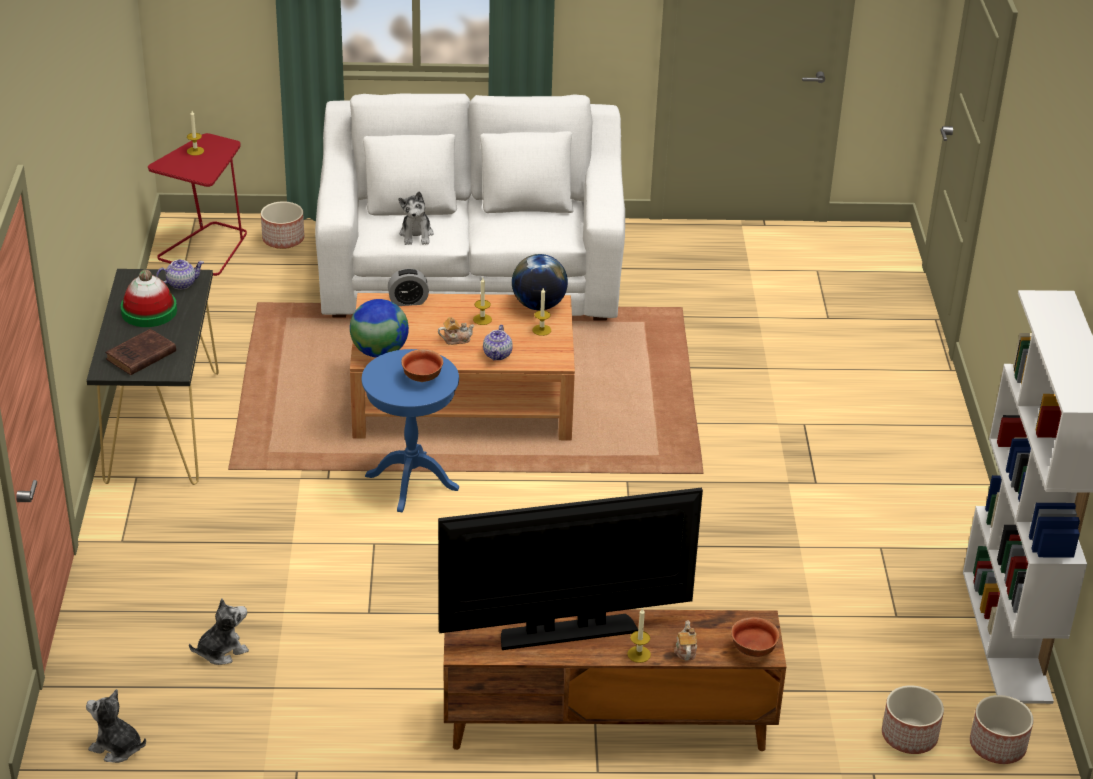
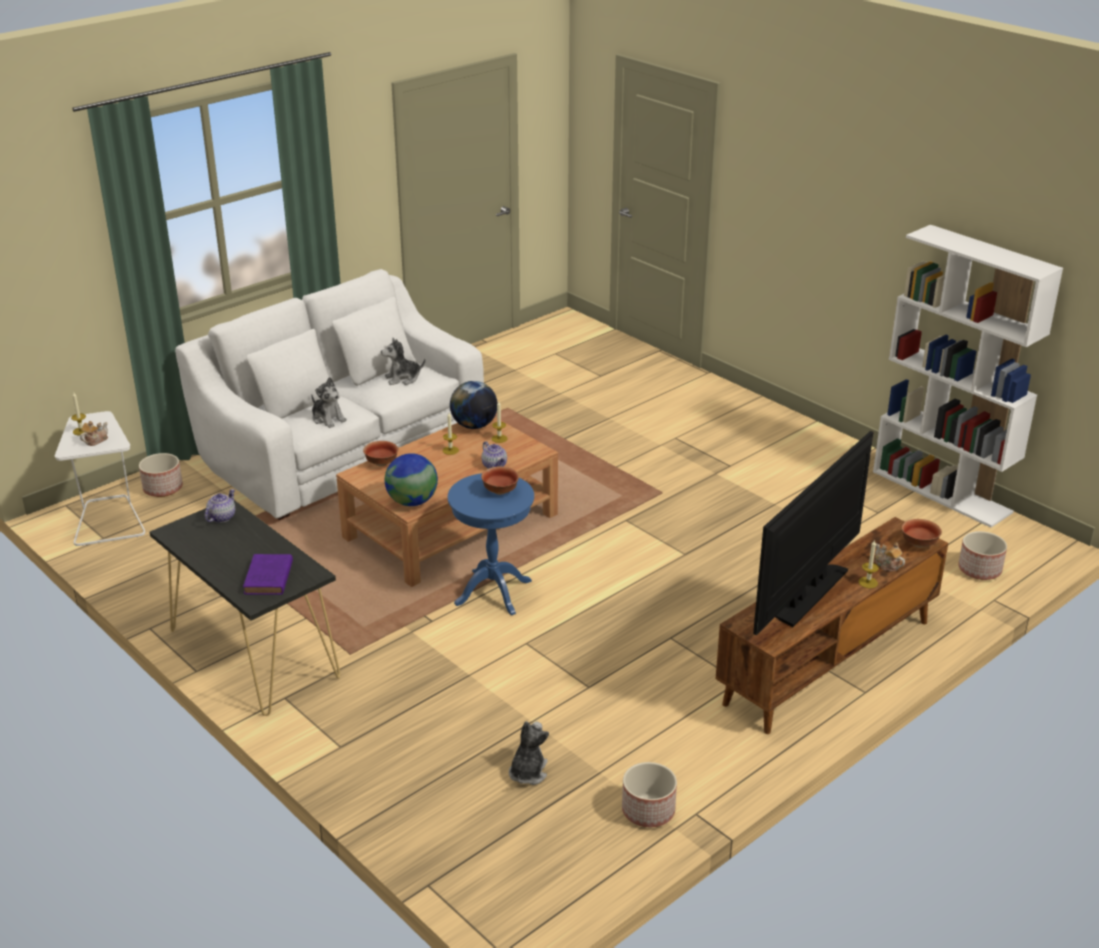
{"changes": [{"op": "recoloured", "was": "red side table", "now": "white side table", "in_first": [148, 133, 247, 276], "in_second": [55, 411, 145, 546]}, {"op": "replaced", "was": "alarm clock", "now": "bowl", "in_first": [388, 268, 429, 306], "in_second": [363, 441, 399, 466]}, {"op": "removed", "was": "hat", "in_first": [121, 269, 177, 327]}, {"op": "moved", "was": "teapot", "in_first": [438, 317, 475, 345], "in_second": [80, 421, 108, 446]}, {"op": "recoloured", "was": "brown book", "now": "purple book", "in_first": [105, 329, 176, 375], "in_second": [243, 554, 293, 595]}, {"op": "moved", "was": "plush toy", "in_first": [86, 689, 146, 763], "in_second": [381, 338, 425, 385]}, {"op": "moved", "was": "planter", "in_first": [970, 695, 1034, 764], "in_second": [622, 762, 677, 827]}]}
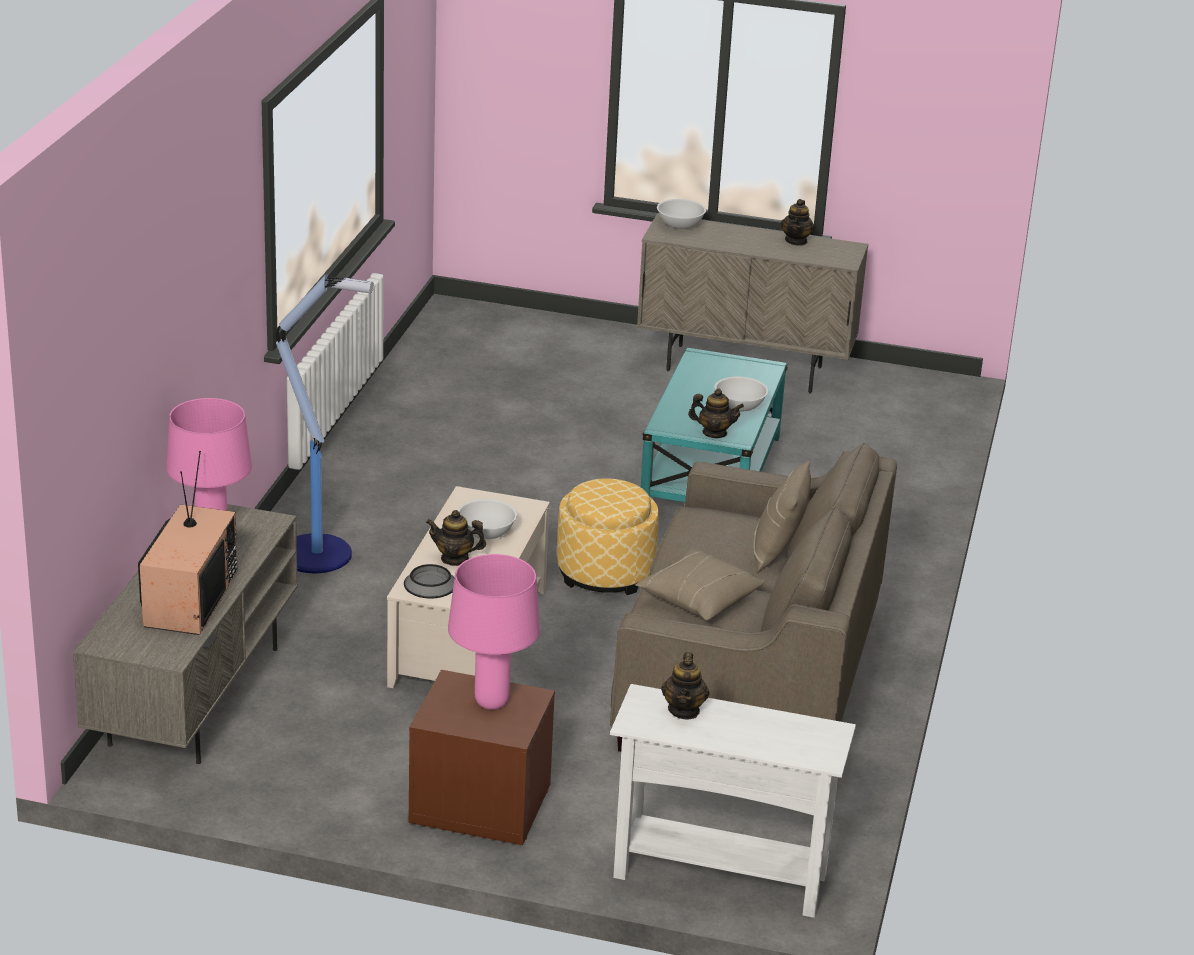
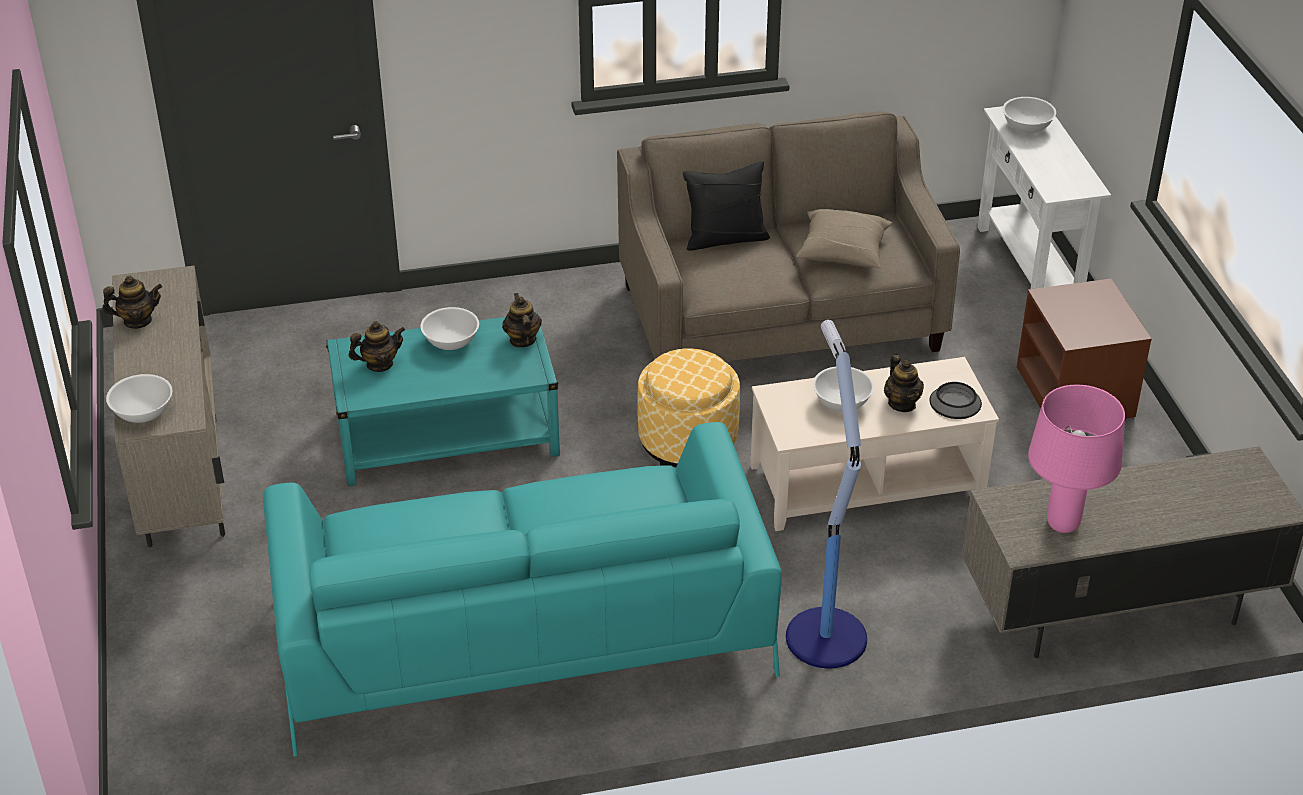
{"changes": [{"op": "removed", "was": "television", "in_first": [138, 451, 237, 635]}, {"op": "recoloured", "was": "beige pillow", "now": "black pillow", "in_first": [753, 461, 811, 572], "in_second": [683, 161, 770, 250]}, {"op": "removed", "was": "pink table lamp", "in_first": [448, 554, 540, 710]}, {"op": "moved", "was": "teapot", "in_first": [661, 652, 710, 719], "in_second": [349, 321, 405, 372]}, {"op": "added", "now": "white bowl", "in_second": [1003, 97, 1056, 133]}, {"op": "added", "now": "turquoise sofa", "in_second": [263, 422, 782, 757]}]}
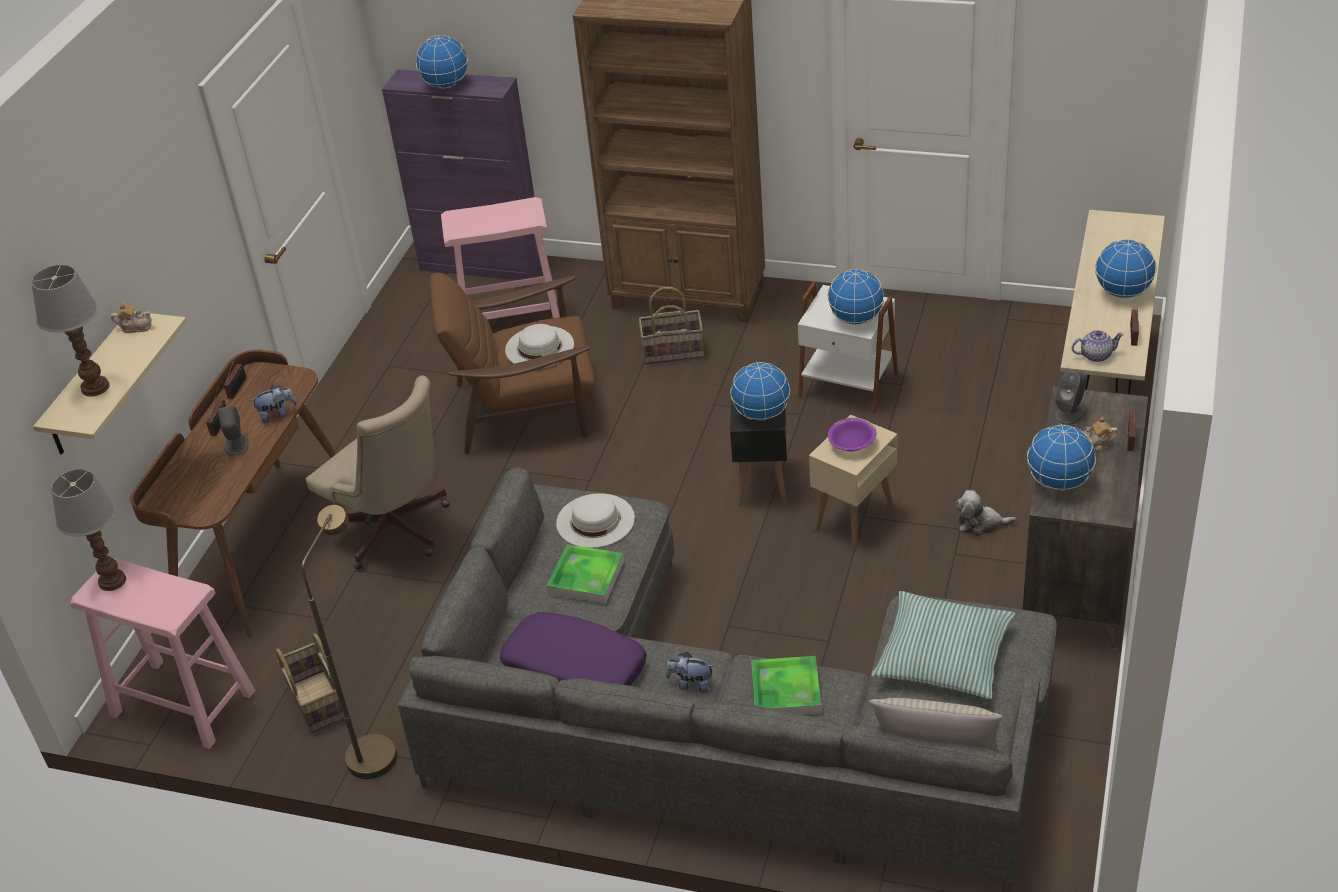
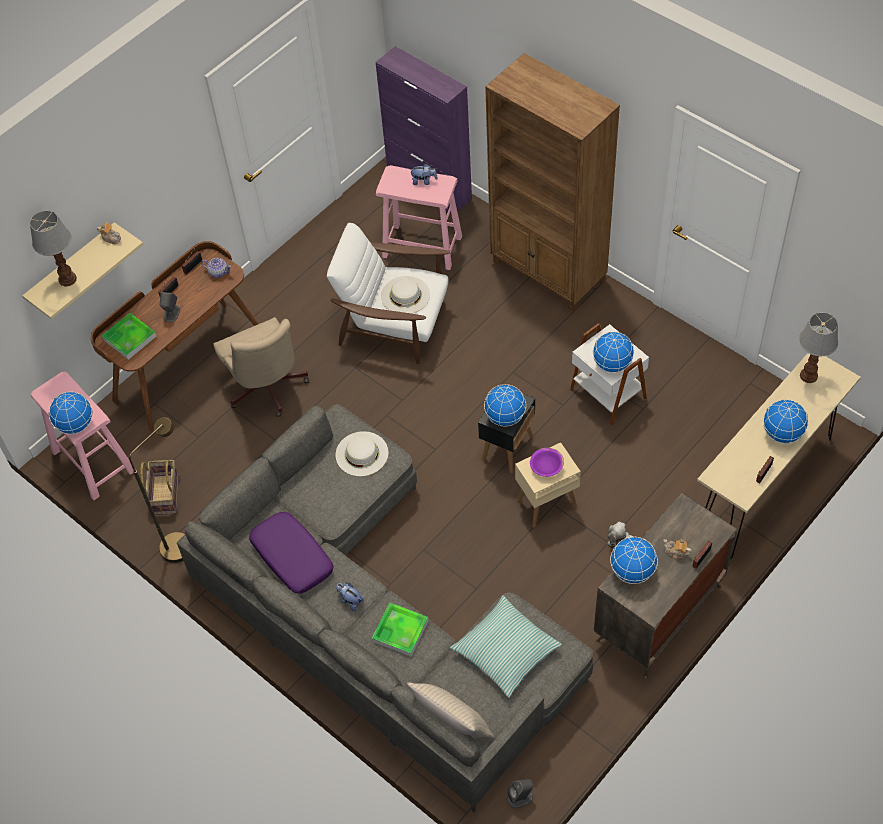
{"changes": [{"op": "moved", "was": "globe", "in_first": [416, 35, 468, 89], "in_second": [49, 392, 93, 434]}, {"op": "recoloured", "was": "brown armchair", "now": "white armchair", "in_first": [429, 273, 595, 454], "in_second": [327, 223, 450, 364]}, {"op": "removed", "was": "basket", "in_first": [639, 287, 704, 364]}, {"op": "moved", "was": "teapot", "in_first": [1072, 330, 1124, 362], "in_second": [201, 258, 232, 278]}, {"op": "moved", "was": "grey speaker", "in_first": [1055, 371, 1087, 425], "in_second": [507, 779, 533, 808]}, {"op": "moved", "was": "plush toy", "in_first": [250, 385, 297, 423], "in_second": [409, 164, 438, 185]}, {"op": "moved", "was": "table lamp", "in_first": [51, 469, 126, 591], "in_second": [799, 312, 838, 383]}, {"op": "moved", "was": "tray", "in_first": [547, 544, 624, 604], "in_second": [102, 313, 157, 360]}]}
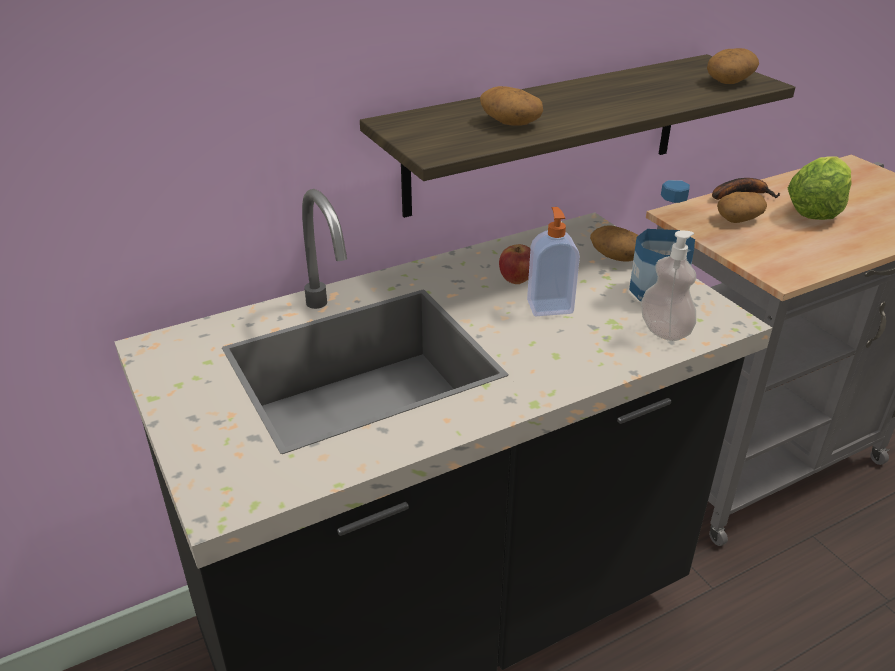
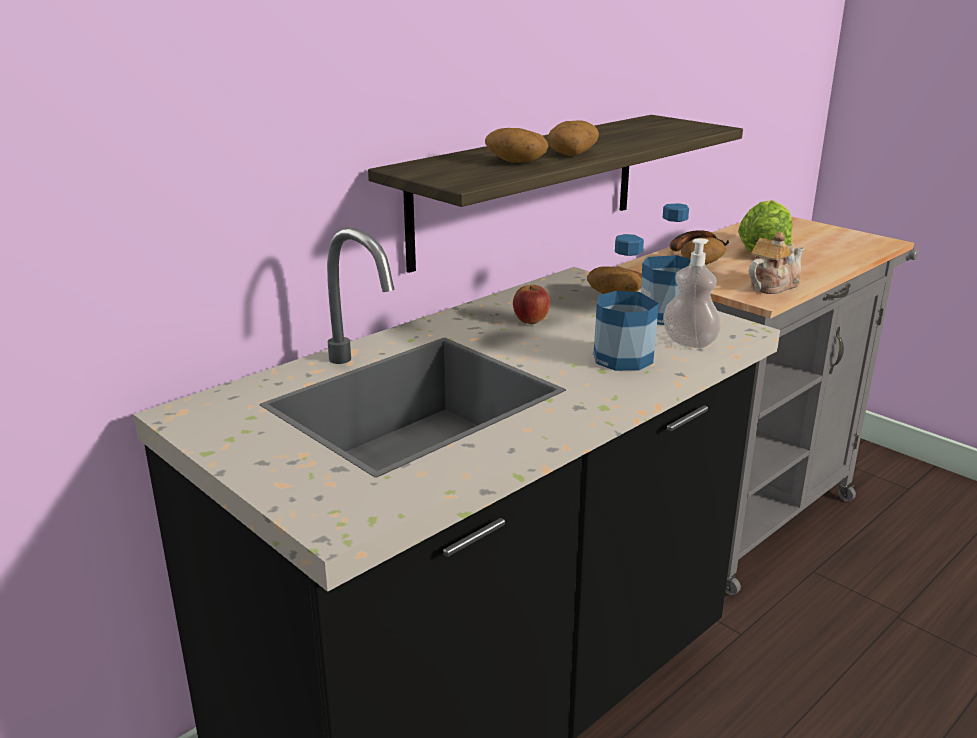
{"changes": [{"op": "moved", "was": "potato", "in_first": [707, 48, 759, 84], "in_second": [548, 120, 599, 156]}, {"op": "removed", "was": "soap dispenser", "in_first": [527, 207, 580, 316]}, {"op": "added", "now": "teapot", "in_second": [749, 232, 805, 294]}, {"op": "added", "now": "bottle", "in_second": [594, 234, 659, 371]}]}
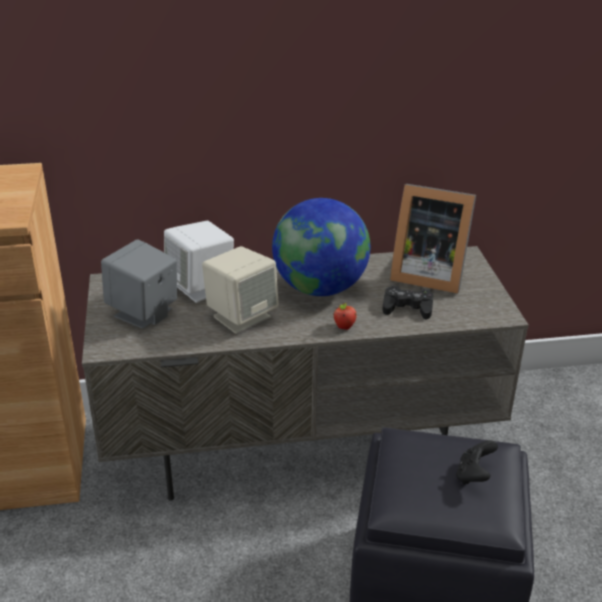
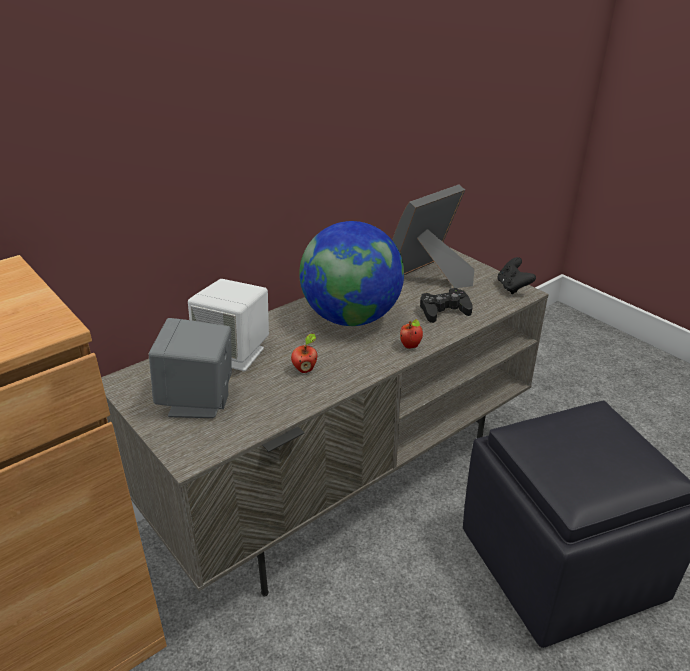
{"changes": [{"op": "turned", "was": "picture frame", "in_first": [390, 184, 476, 294], "in_second": [392, 185, 475, 288], "clockwise": 150}, {"op": "replaced", "was": "beige speaker", "now": "apple", "in_first": [202, 246, 279, 334], "in_second": [291, 334, 317, 373]}, {"op": "moved", "was": "black game controller", "in_first": [456, 440, 498, 484], "in_second": [497, 257, 536, 294]}]}
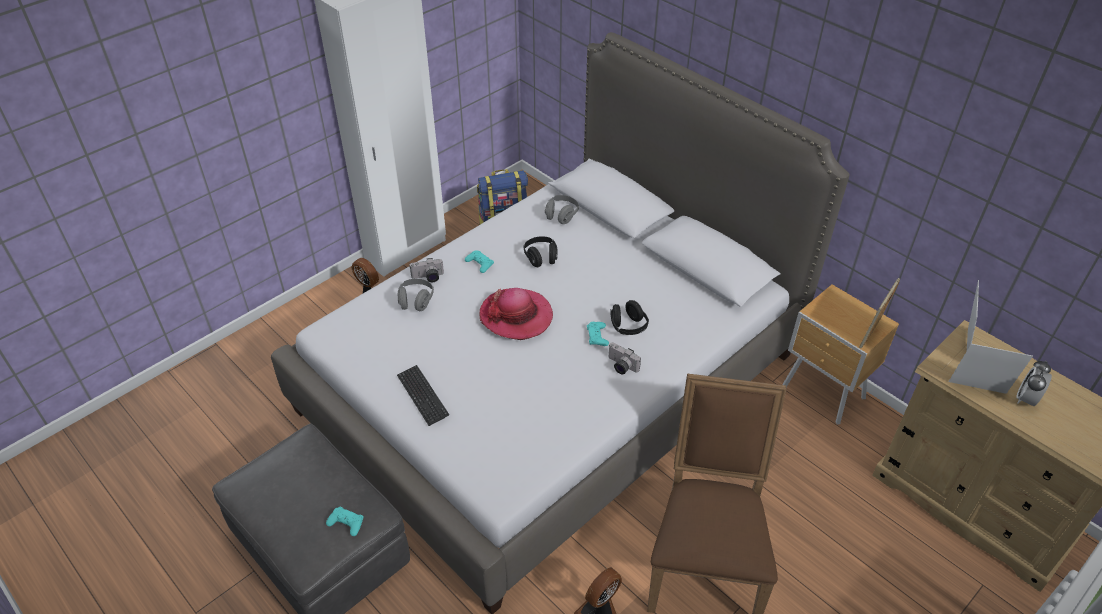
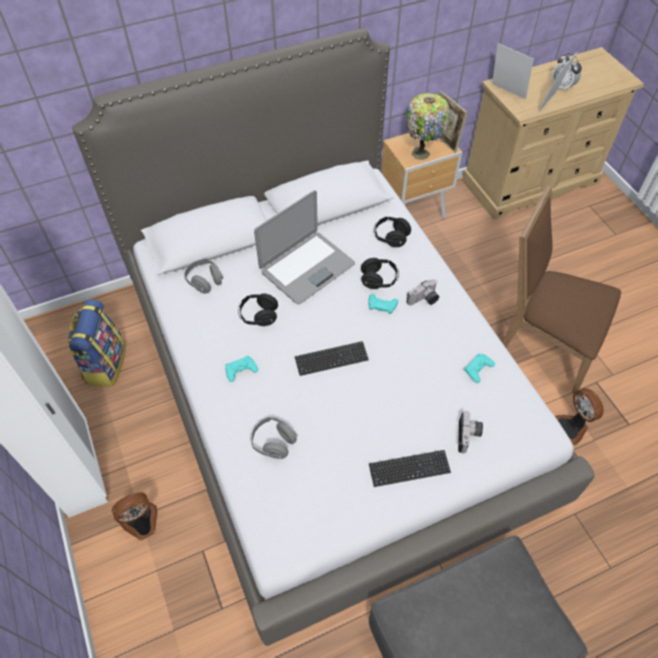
{"changes": [{"op": "moved", "was": "photo camera", "in_first": [409, 258, 444, 282], "in_second": [458, 411, 483, 453]}, {"op": "replaced", "was": "hat", "now": "keyboard", "in_first": [479, 288, 553, 340], "in_second": [295, 341, 369, 376]}, {"op": "moved", "was": "turquoise game controller", "in_first": [326, 507, 364, 536], "in_second": [464, 353, 495, 383]}, {"op": "added", "now": "table lamp", "in_second": [407, 93, 449, 160]}, {"op": "added", "now": "laptop", "in_second": [254, 190, 355, 304]}, {"op": "added", "now": "black headphones", "in_second": [374, 217, 412, 247]}]}
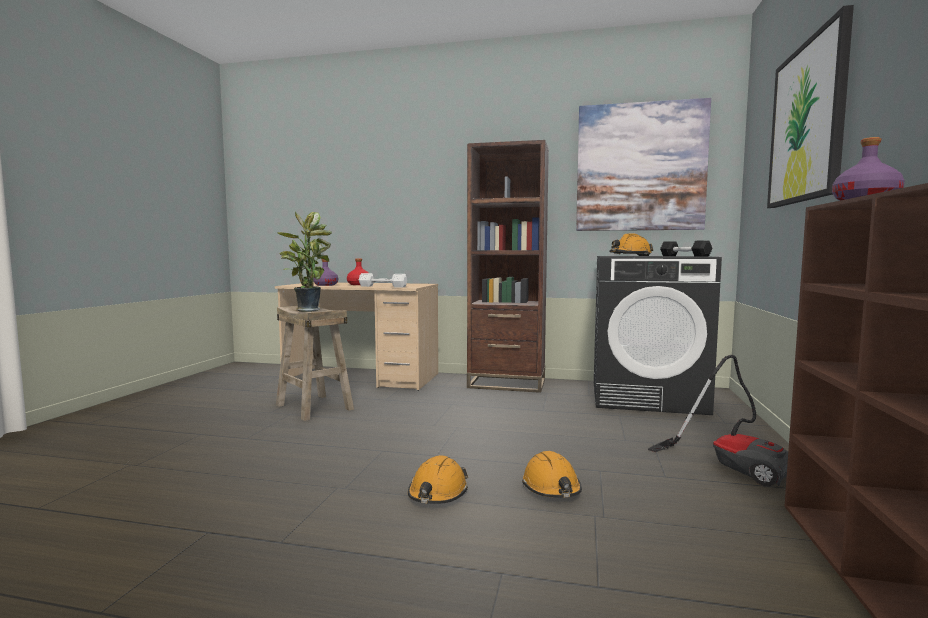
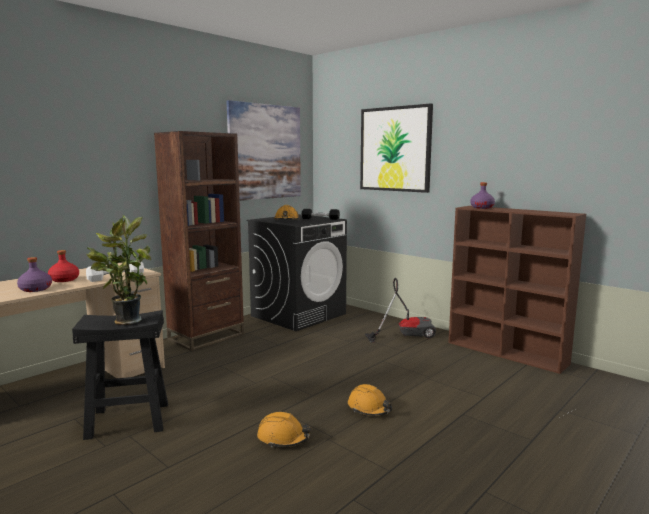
{"changes": [{"op": "recoloured", "was": "beige stool", "now": "black stool", "in_first": [276, 306, 354, 421], "in_second": [72, 310, 168, 440]}, {"op": "moved", "was": "orange hard hat", "in_first": [522, 451, 582, 498], "in_second": [257, 412, 311, 448]}]}
